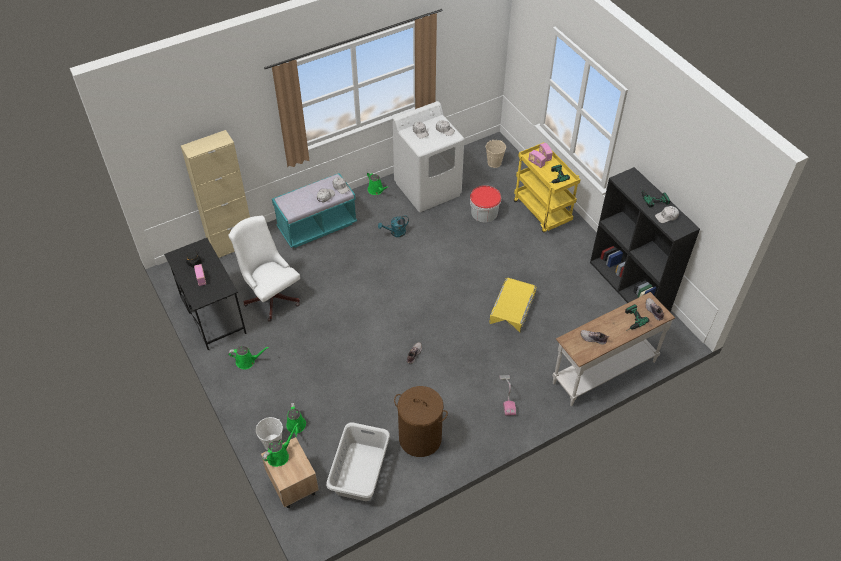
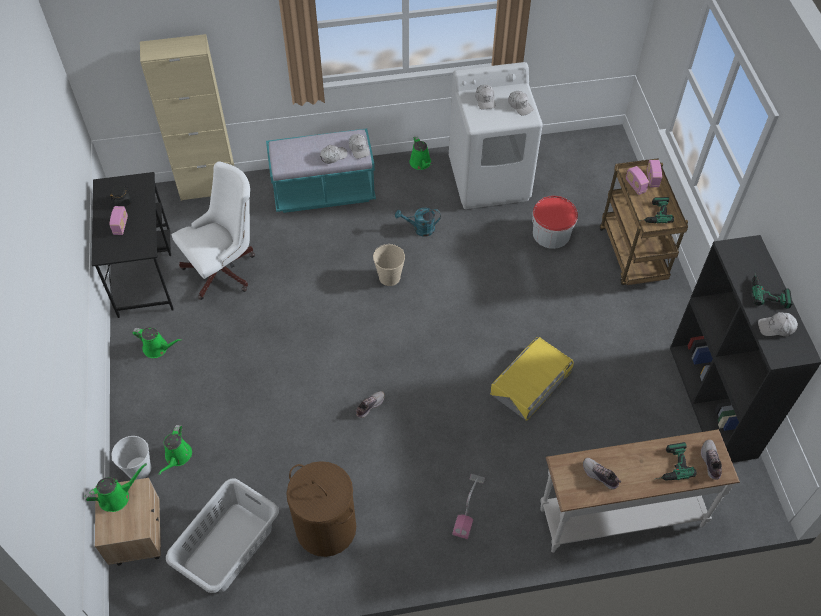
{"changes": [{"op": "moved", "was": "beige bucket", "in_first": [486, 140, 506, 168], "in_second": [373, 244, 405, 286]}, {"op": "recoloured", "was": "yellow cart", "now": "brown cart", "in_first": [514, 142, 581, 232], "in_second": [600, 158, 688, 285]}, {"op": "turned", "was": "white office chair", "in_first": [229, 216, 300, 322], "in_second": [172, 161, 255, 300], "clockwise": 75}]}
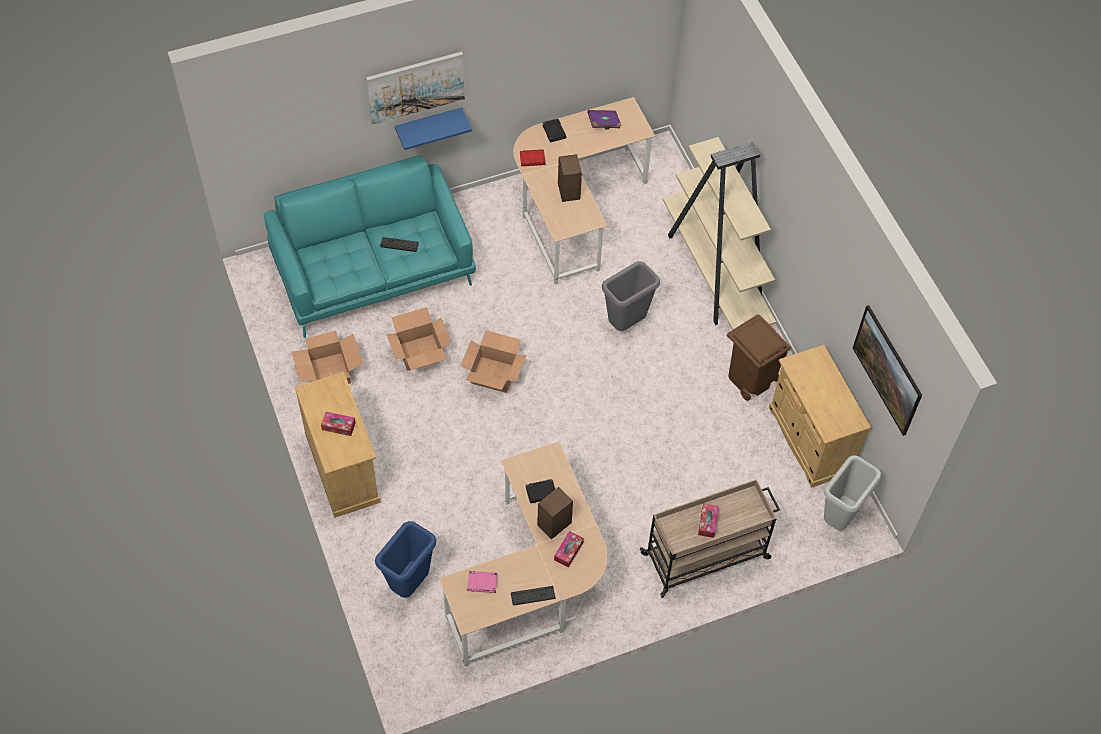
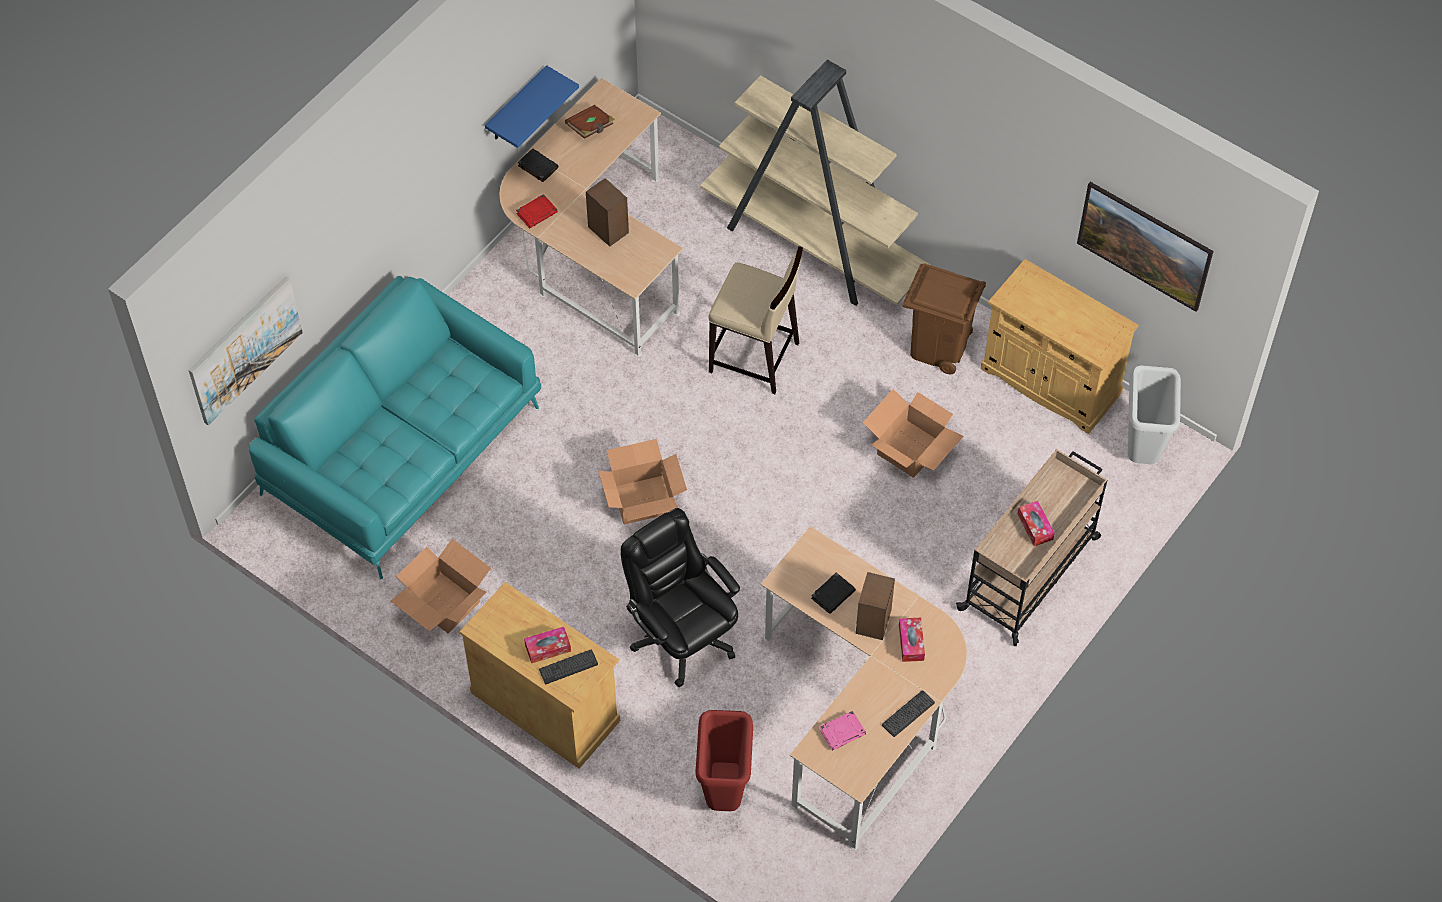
{"changes": [{"op": "moved", "was": "picture", "in_first": [366, 52, 465, 125], "in_second": [188, 276, 303, 425]}, {"op": "moved", "was": "blue shelf", "in_first": [395, 107, 472, 150], "in_second": [485, 65, 579, 148]}, {"op": "recoloured", "was": "purple book", "now": "brown book", "in_first": [587, 110, 622, 129], "in_second": [565, 105, 615, 139]}, {"op": "moved", "was": "keyboard", "in_first": [380, 237, 419, 252], "in_second": [539, 649, 598, 684]}, {"op": "replaced", "was": "grey trash can", "now": "beige stool", "in_first": [602, 261, 660, 331], "in_second": [708, 246, 803, 394]}, {"op": "moved", "was": "cardboard box", "in_first": [386, 307, 451, 371], "in_second": [863, 389, 963, 478]}, {"op": "recoloured", "was": "blue trash can", "now": "red trash can", "in_first": [375, 521, 436, 598], "in_second": [695, 710, 753, 811]}, {"op": "added", "now": "black office chair", "in_second": [621, 508, 740, 687]}]}
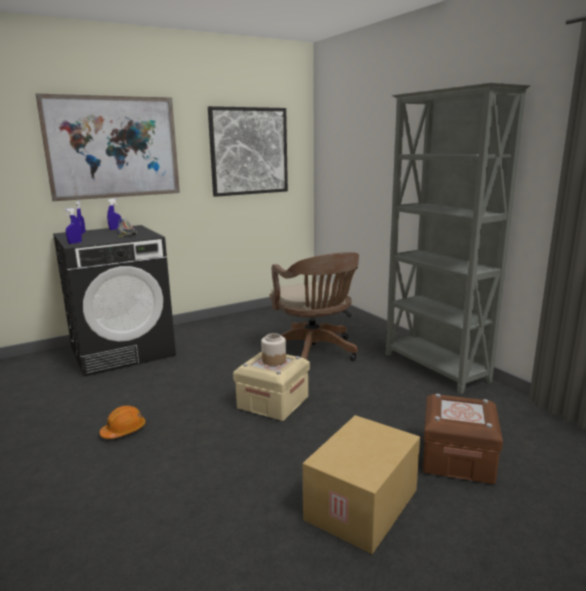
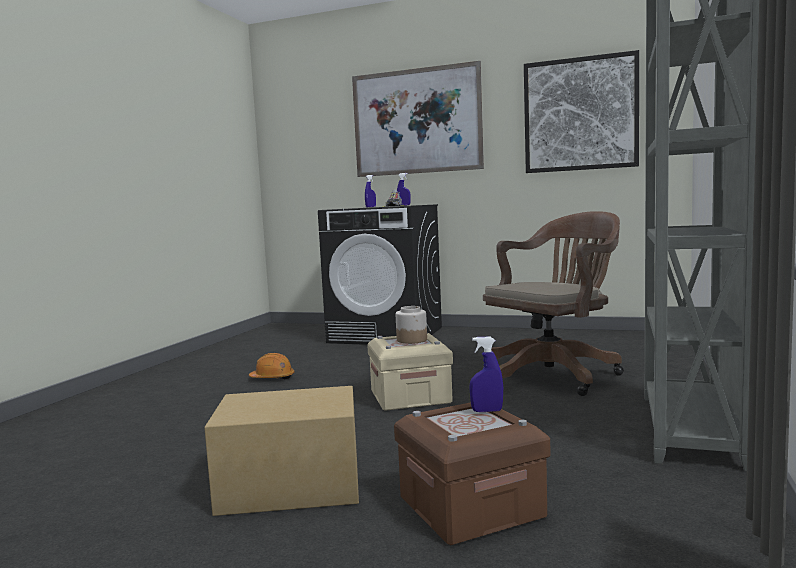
{"changes": [{"op": "moved", "was": "blue spray bottle", "in_first": [64, 208, 82, 244], "in_second": [469, 337, 503, 412]}, {"op": "turned", "was": "brown office chair", "in_first": [269, 252, 359, 361], "in_second": [483, 211, 624, 396], "clockwise": -150}]}
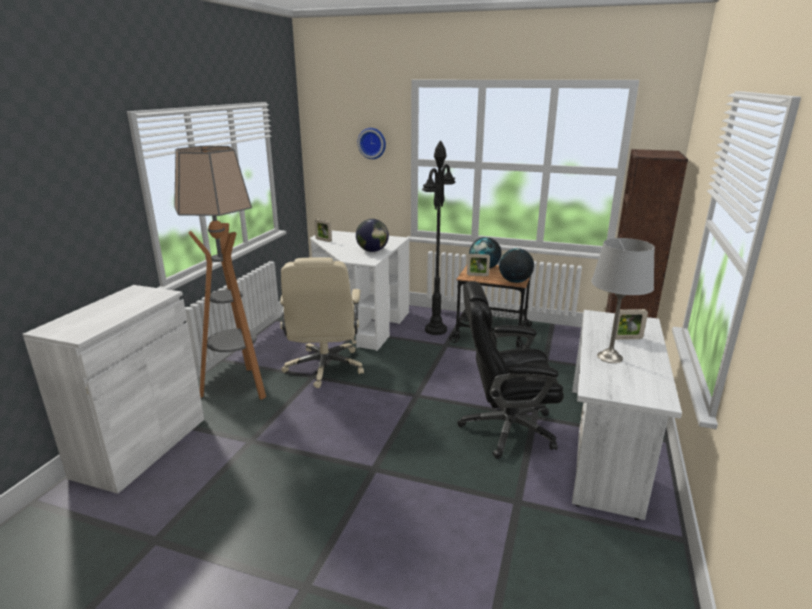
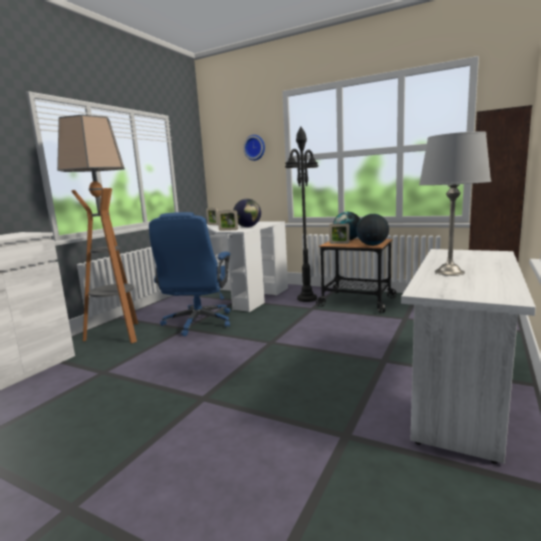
{"changes": [{"op": "recoloured", "was": "beige office chair", "now": "blue office chair", "in_first": [280, 257, 364, 388], "in_second": [149, 212, 230, 336]}, {"op": "removed", "was": "black office chair", "in_first": [457, 281, 564, 459]}, {"op": "moved", "was": "picture frame", "in_first": [611, 309, 648, 340], "in_second": [217, 210, 238, 231]}]}
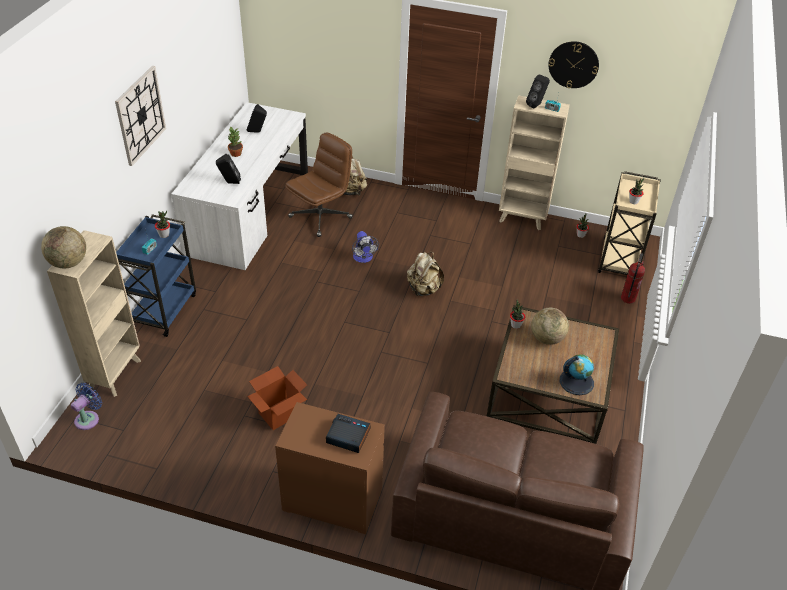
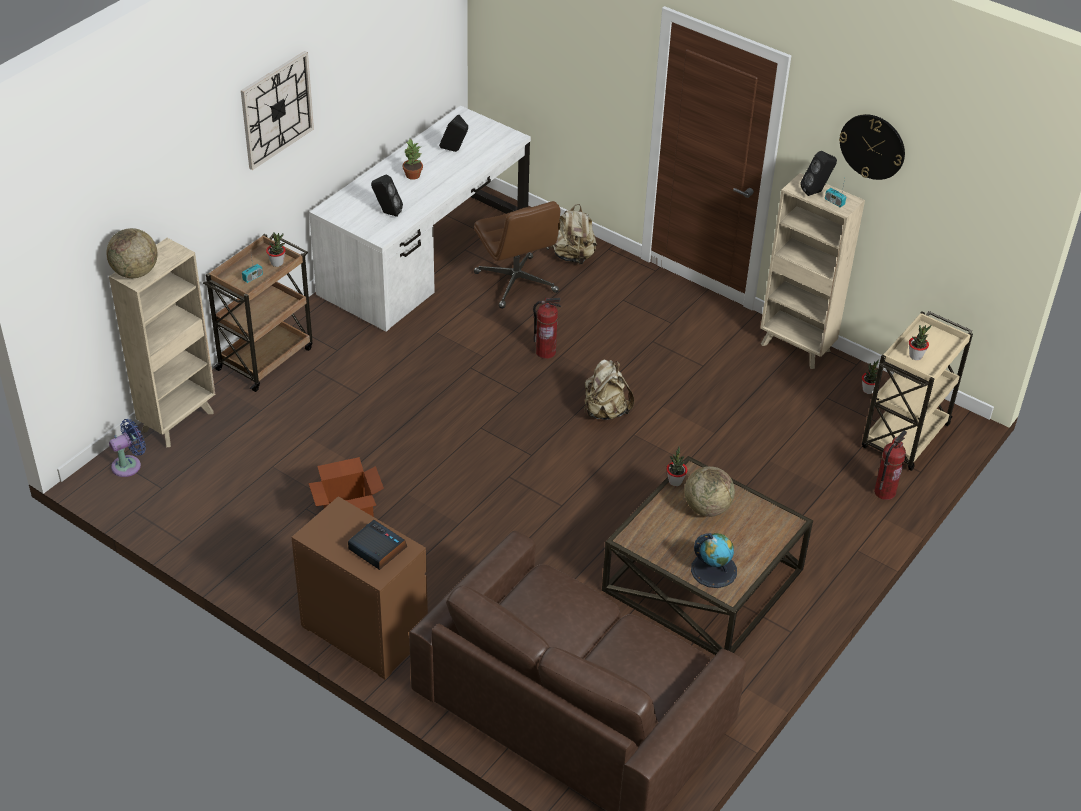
{"changes": [{"op": "turned", "was": "brown office chair", "in_first": [285, 133, 353, 237], "in_second": [474, 201, 560, 309], "clockwise": 90}, {"op": "recoloured", "was": "blue cart", "now": "brown cart", "in_first": [116, 214, 196, 337], "in_second": [203, 234, 313, 392]}, {"op": "replaced", "was": "fan", "now": "fire extinguisher", "in_first": [352, 231, 379, 263], "in_second": [533, 298, 561, 359]}]}
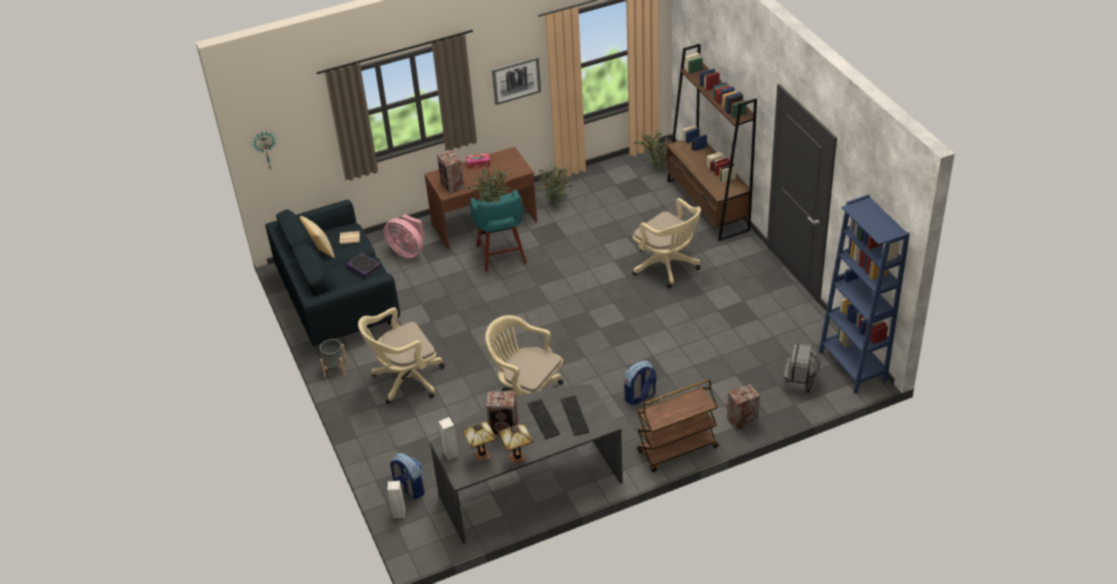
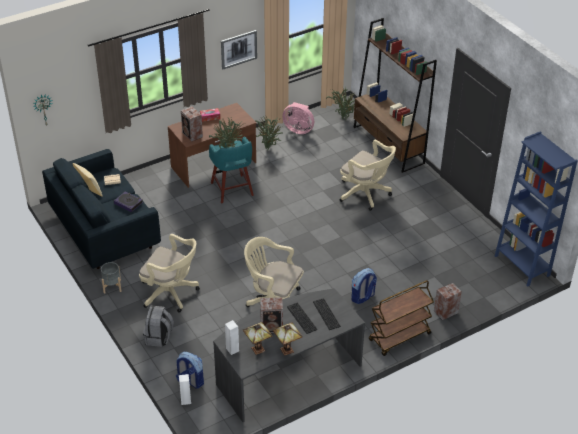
{"changes": [{"op": "moved", "was": "pink fan", "in_first": [383, 214, 424, 258], "in_second": [282, 102, 314, 134]}, {"op": "turned", "was": "beige office chair", "in_first": [358, 307, 445, 404], "in_second": [139, 234, 200, 313], "clockwise": -120}, {"op": "moved", "was": "grey backpack", "in_first": [784, 343, 820, 394], "in_second": [143, 306, 174, 347]}]}
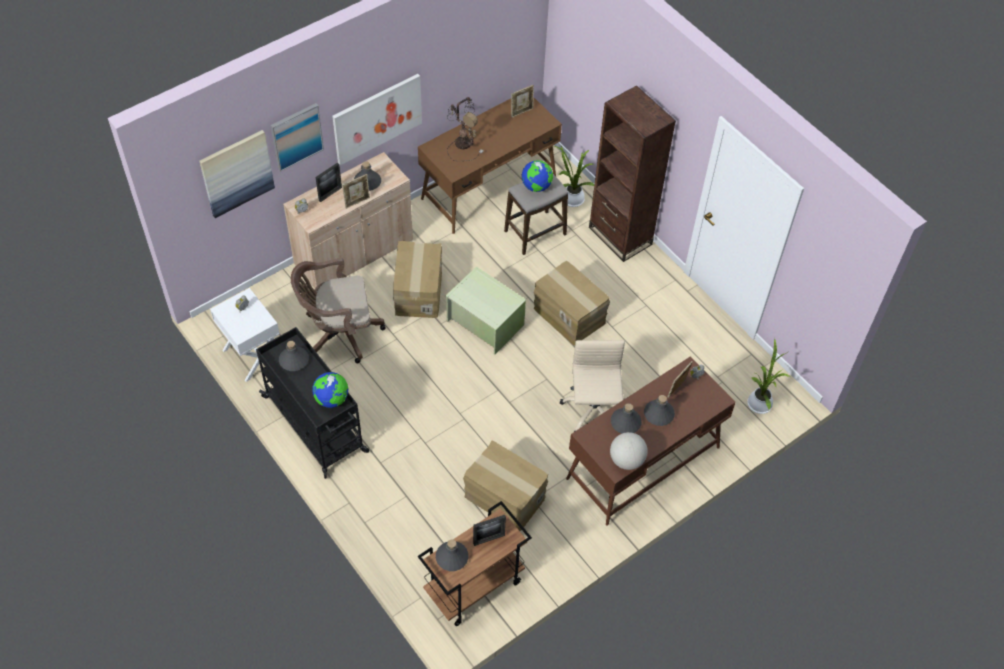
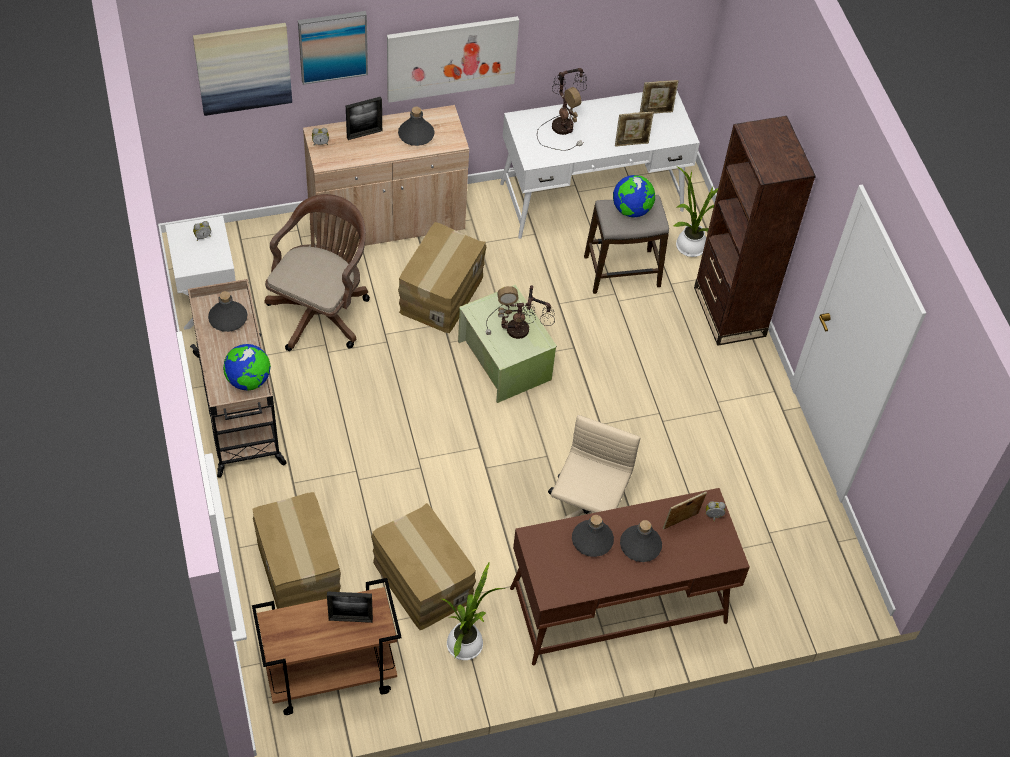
{"changes": [{"op": "recoloured", "was": "brown desk", "now": "white desk", "in_first": [418, 98, 562, 234], "in_second": [500, 91, 700, 239]}, {"op": "moved", "was": "picture frame", "in_first": [342, 174, 370, 209], "in_second": [615, 111, 654, 147]}, {"op": "turned", "was": "brown office chair", "in_first": [291, 258, 386, 363], "in_second": [264, 194, 370, 351], "clockwise": 105}, {"op": "moved", "was": "cardboard box", "in_first": [533, 261, 610, 346], "in_second": [252, 492, 341, 609]}, {"op": "recoloured", "was": "black cart", "now": "beige cart", "in_first": [256, 327, 369, 479], "in_second": [188, 279, 286, 478]}, {"op": "moved", "was": "potted plant", "in_first": [747, 338, 790, 414], "in_second": [442, 561, 505, 660]}, {"op": "removed", "was": "globe", "in_first": [610, 432, 648, 470]}, {"op": "removed", "was": "grey bottle", "in_first": [436, 539, 469, 571]}, {"op": "added", "now": "table lamp", "in_second": [486, 285, 555, 339]}]}
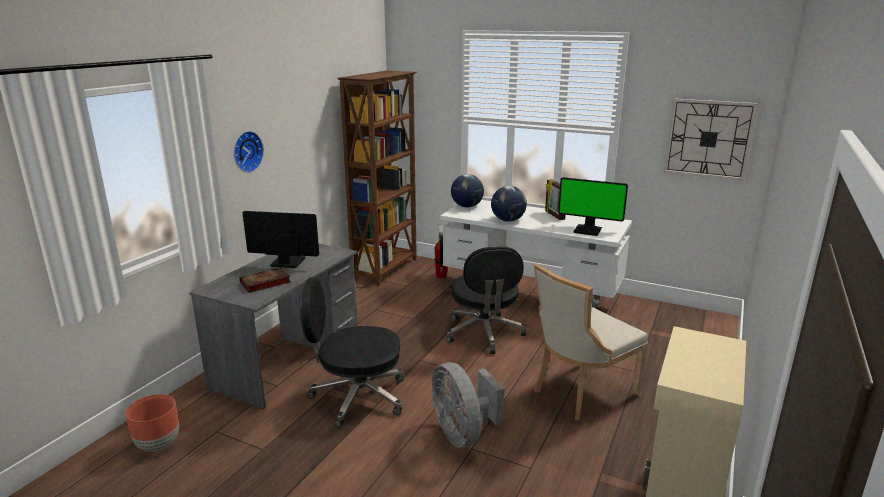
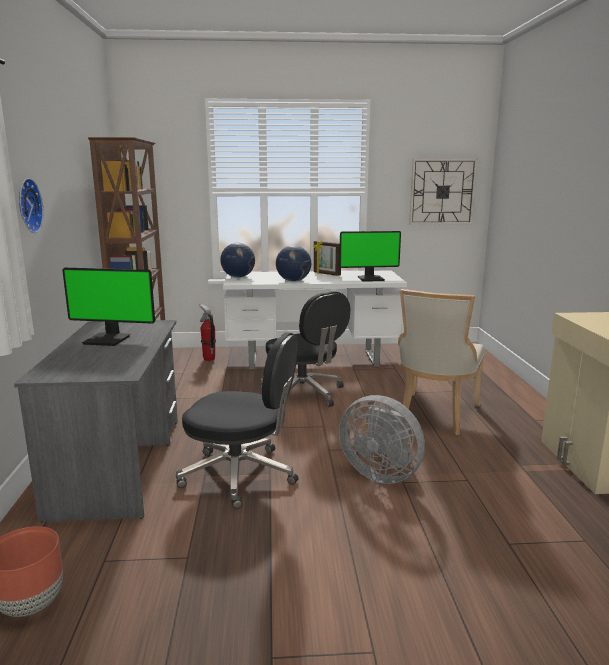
{"changes": [{"op": "turned", "was": "monitor", "in_first": [243, 211, 319, 268], "in_second": [62, 268, 155, 346], "clockwise": -150}, {"op": "removed", "was": "book", "in_first": [239, 267, 291, 293]}, {"op": "turned", "was": "black office chair", "in_first": [299, 277, 404, 428], "in_second": [176, 332, 298, 509], "clockwise": -135}]}
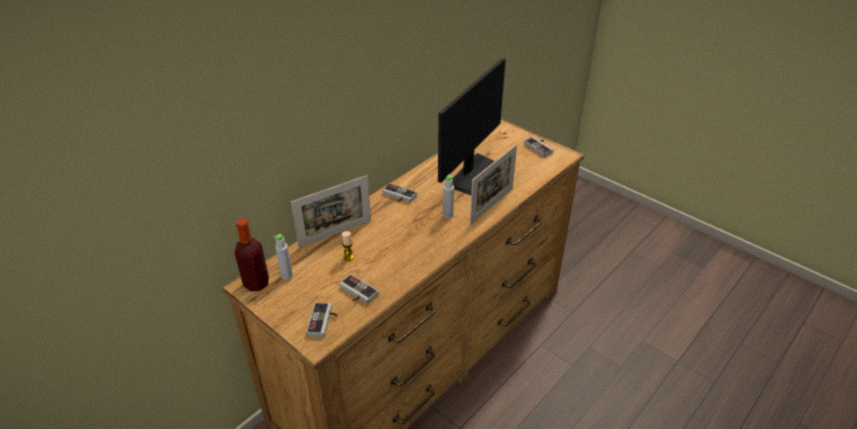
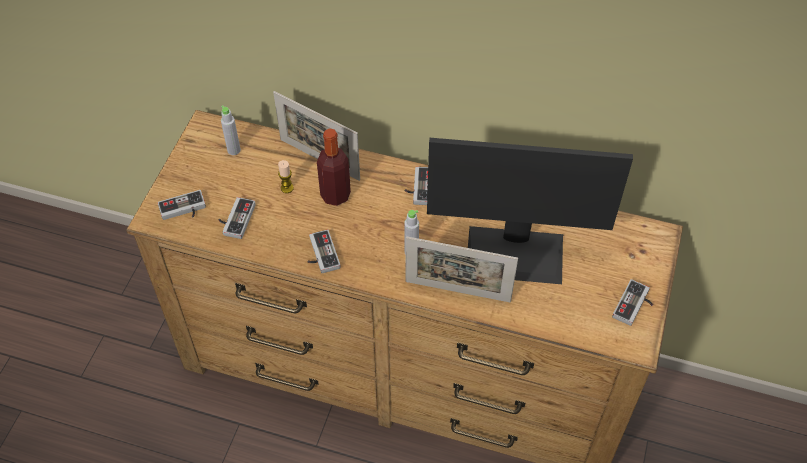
{"changes": [{"op": "moved", "was": "bottle", "in_first": [235, 219, 269, 292], "in_second": [317, 128, 351, 206]}, {"op": "added", "now": "game controller", "in_second": [308, 229, 341, 273]}]}
